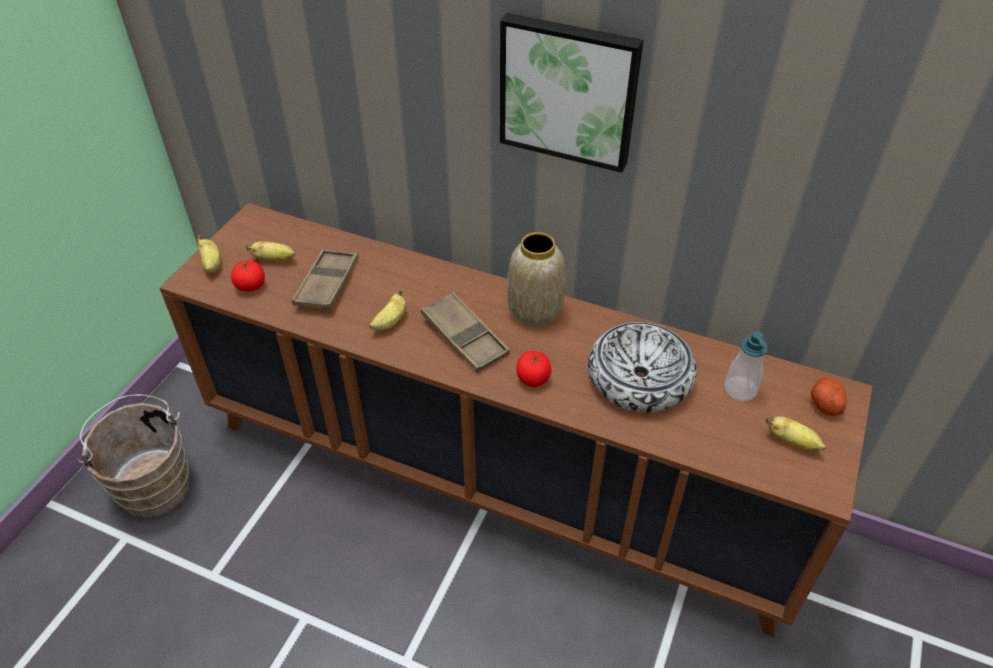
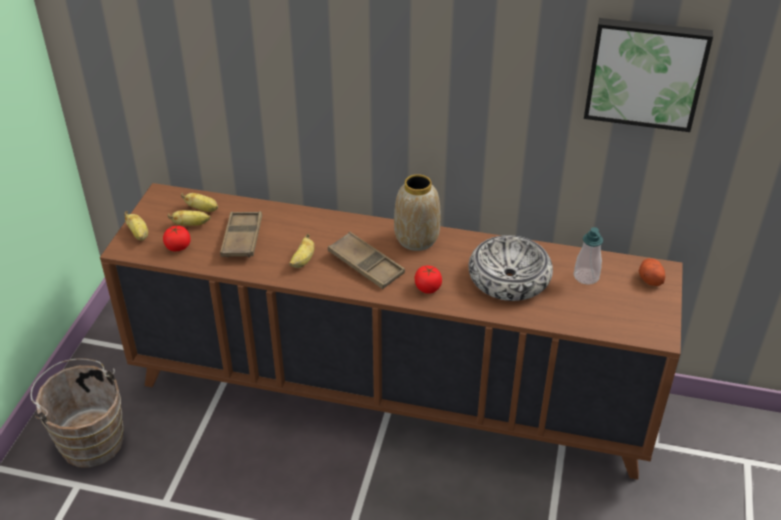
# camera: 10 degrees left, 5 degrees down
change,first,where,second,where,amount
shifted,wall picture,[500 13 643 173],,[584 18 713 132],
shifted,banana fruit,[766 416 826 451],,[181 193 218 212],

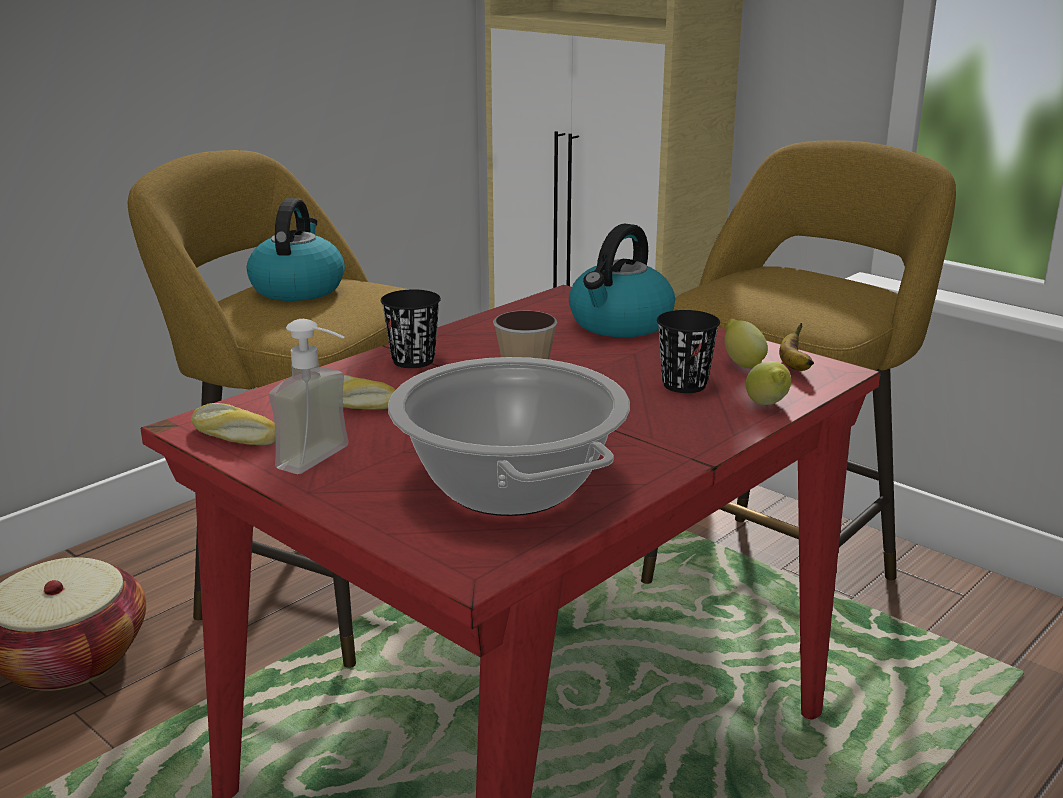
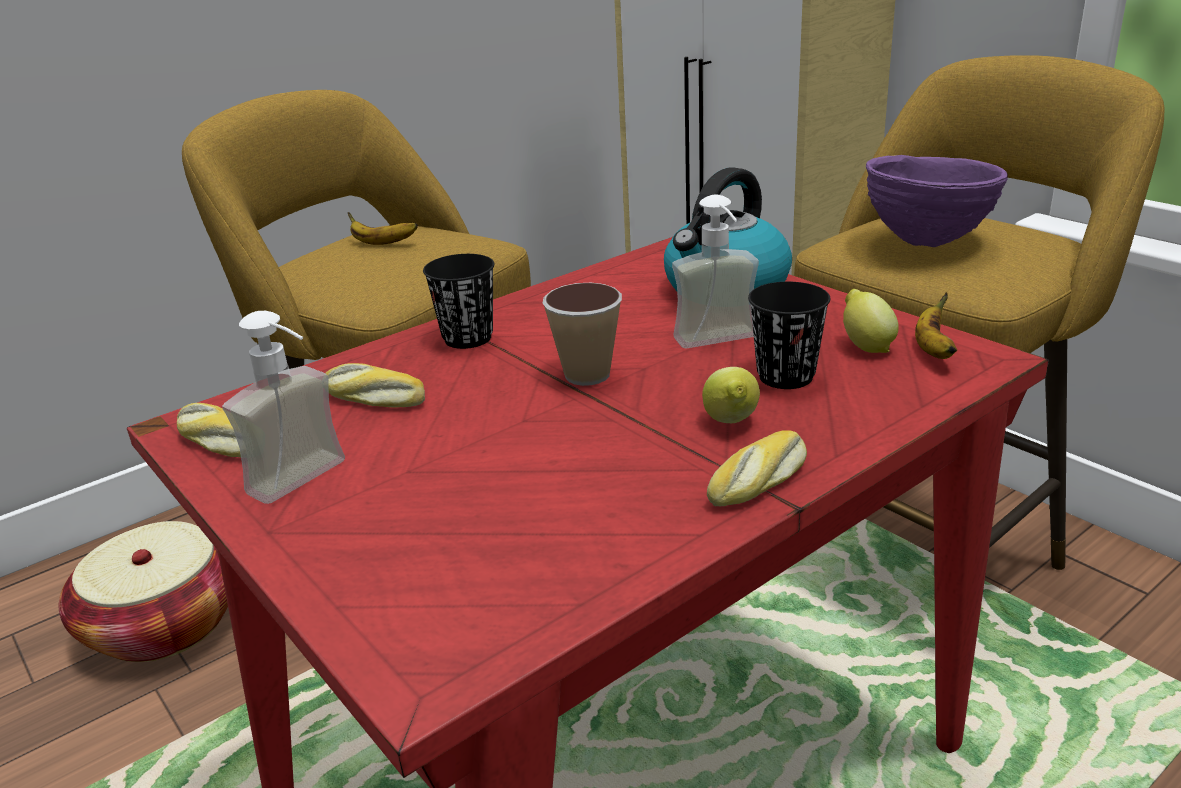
# camera: 10 degrees right, 5 degrees up
change,first,where,second,where,amount
swapped,tea kettle,[247 198 345 301],banana fruit,[348 212 418 245],
gone,saucepot,[388 357 630 516],,,
shifted,citrus fruit,[745 361 791 405],,[702 367 760 423],
new,,,soap dispenser,[672 195 759 349],
new,,,baked bread,[707 430 807 506],
new,,,purple-coloured deep dish,[866 155 1008 247],

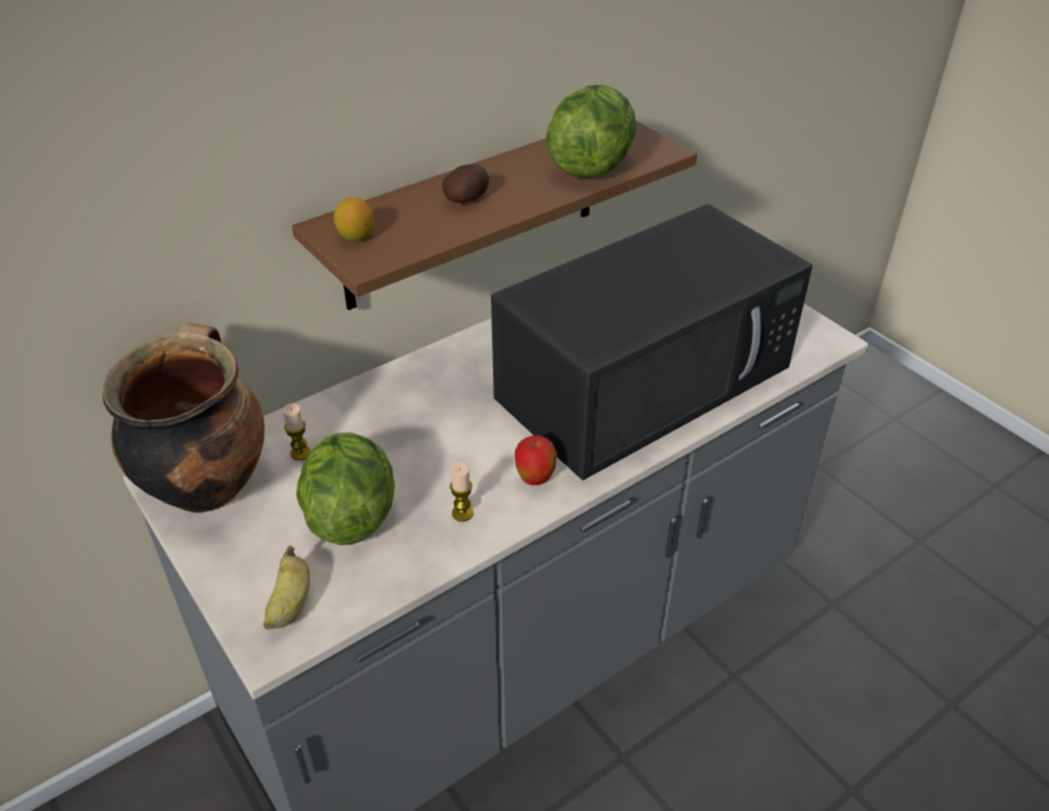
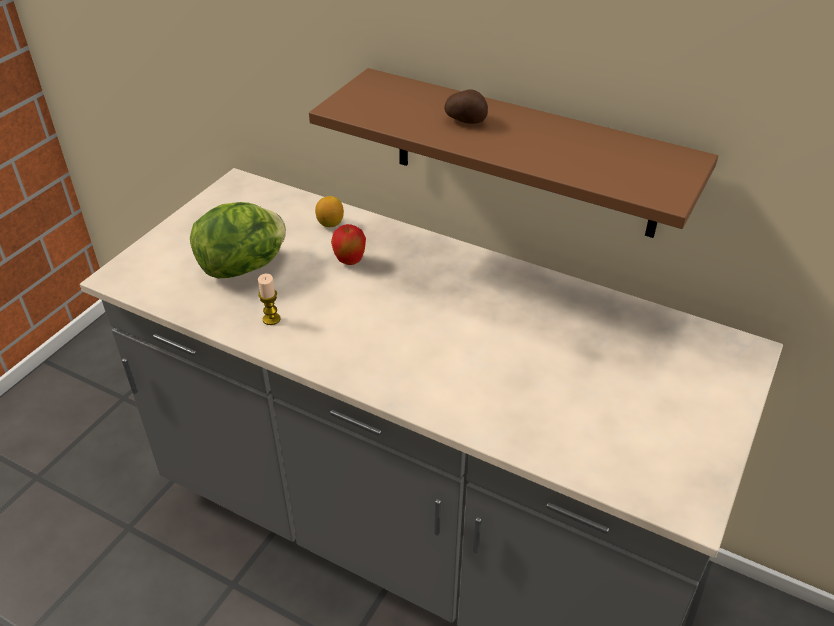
# camera: 65 degrees right, 0 degrees up
change,first,where,second,where,amount
gone,saucepot,[103 323 265 513],,,
gone,banana fruit,[263 546 310 629],,,
gone,wax candle,[283 403 311 461],,,
shifted,citrus fruit,[334 197 374 241],,[315 196 344 227],
gone,black-coloured microwave,[491 204 813 480],,,
shifted,apple fruit,[515 435 557 485],,[331 224 366 265],
gone,lettuce head,[546 85 636 178],,,

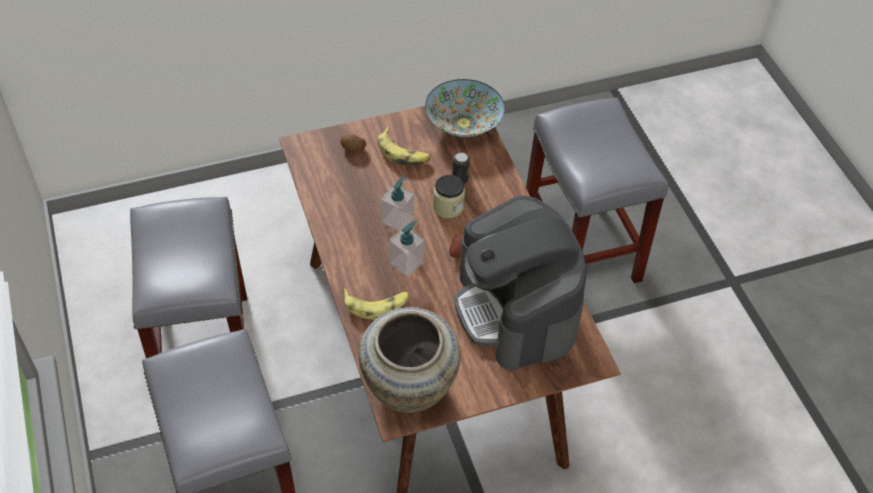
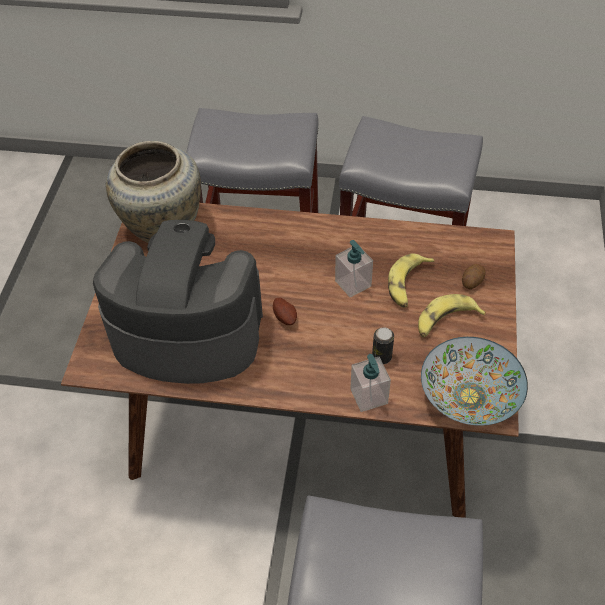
# camera: 120 degrees right, 0 degrees up
change,first,where,second,where,amount
shifted,banana fruit,[342 288 409 320],,[388 254 435 307],
shifted,soap dispenser,[389 221 425 276],,[350 354 391 412],
gone,storage jar,[433 175 465 218],,,

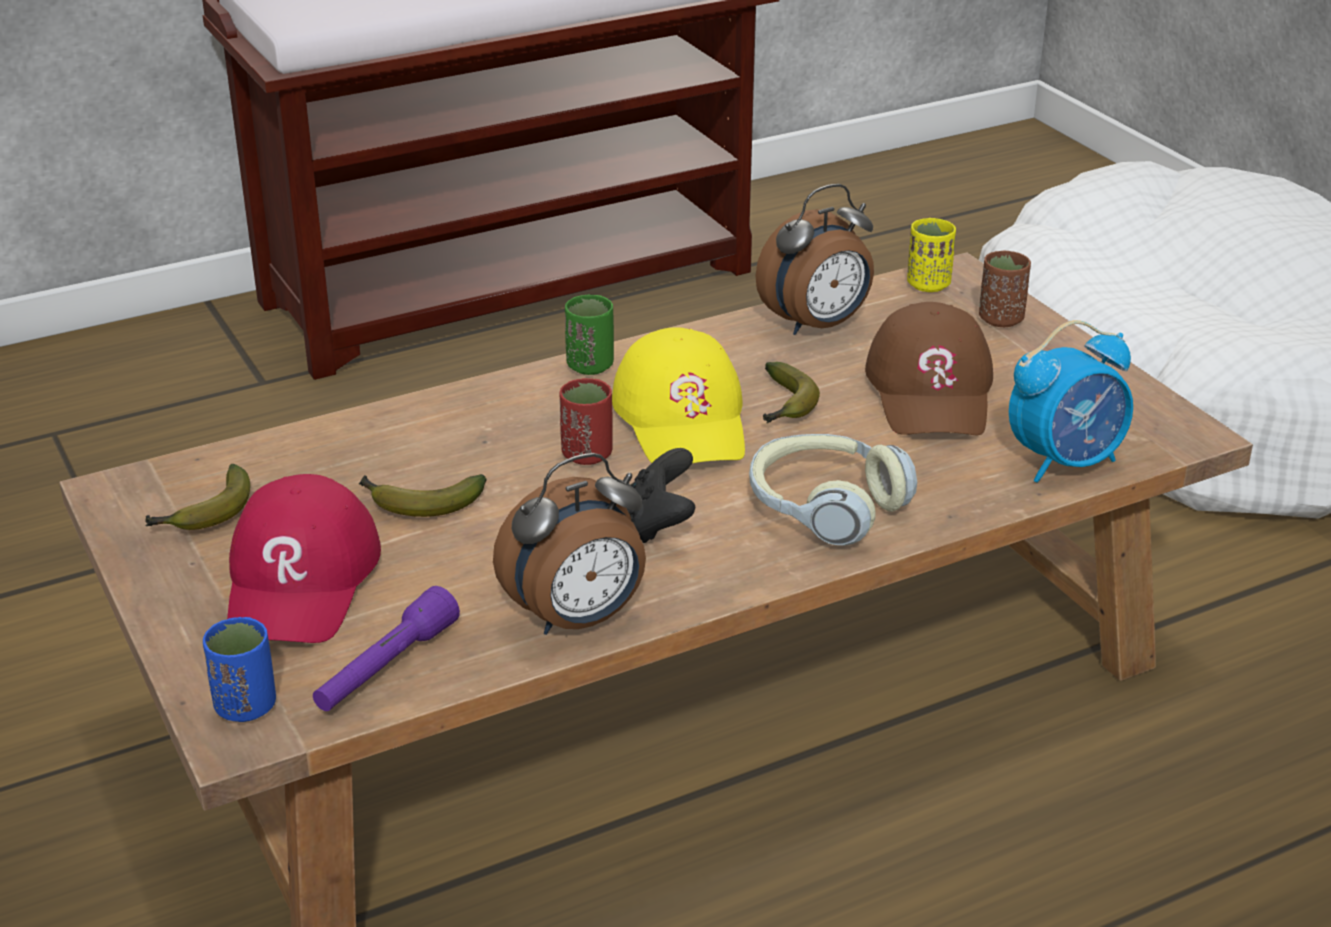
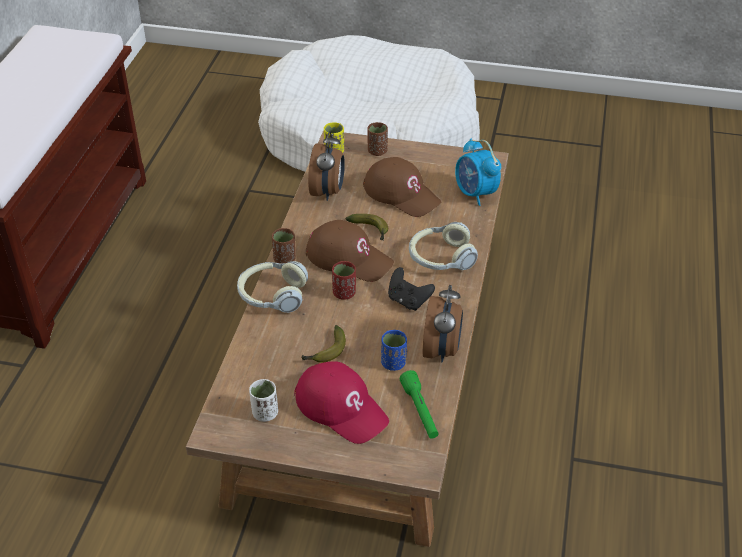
# camera: 50 degrees left, 10 degrees up
change,first,where,second,where,amount
swapped,banana fruit,[145 464 250 530],white-coloured drinking cup,[249 379 278 422],
shifted,bluish drinking cup,[203 617 276 722],,[381 330 407 371],
repainted,purple-coloured flashlight,[313 586 460 711],greenish flashlight,[400 370 439 439],
repainted,greenish drinking cup,[565 295 614 375],brownish drinking cup,[272 228 296 264],
repainted,yellow baseball cap,[612 327 745 463],brownish baseball cap,[306 220 394 282],
rotated,table clock,[1009 320 1133 483],,[455 138 501 206],135 degrees clockwise
new,,,pair of headphones,[237 261 308 313],

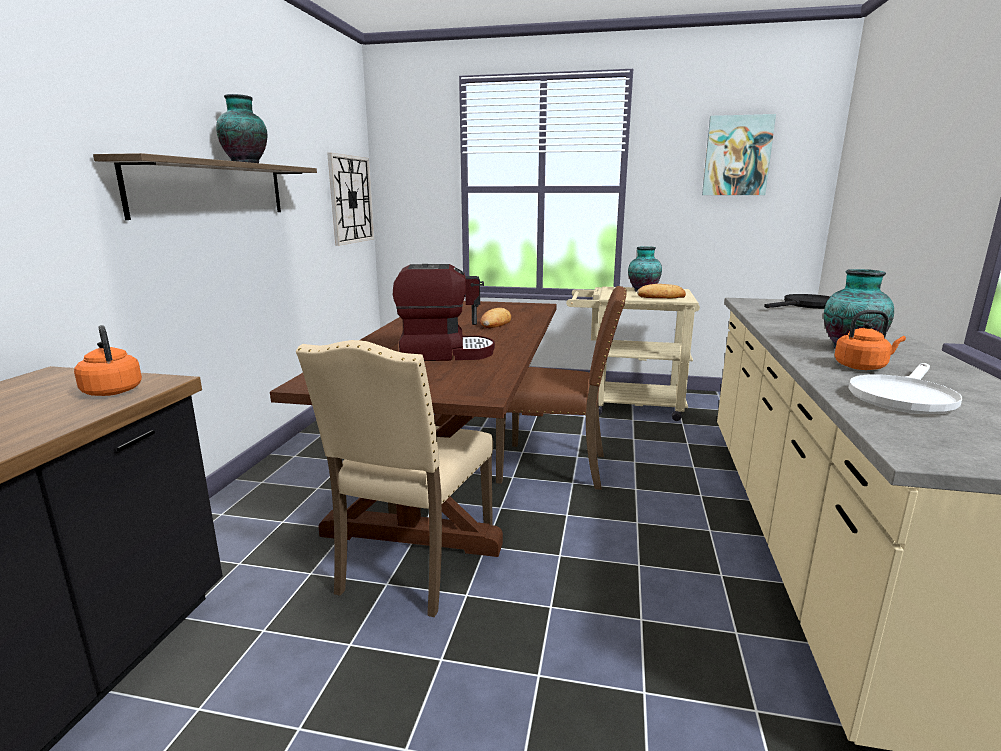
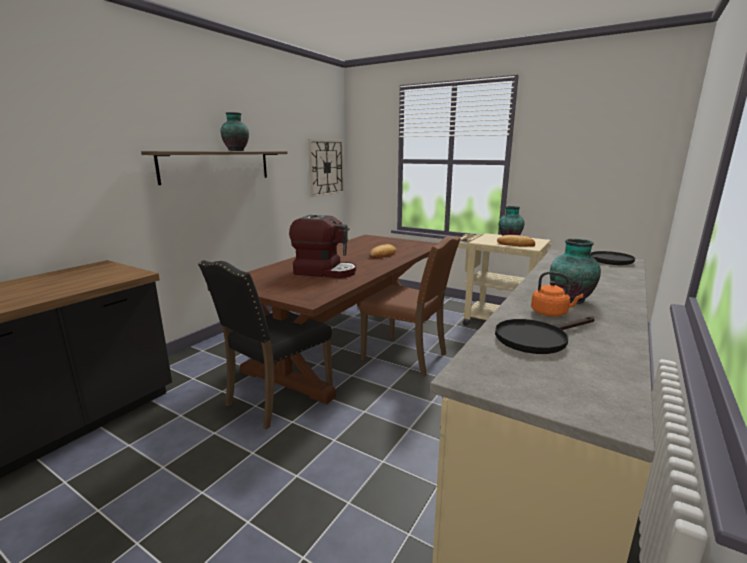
# camera: 20 degrees right, 0 degrees up
change,first,where,second,where,amount
gone,orangey tea kettle,[74 325 142 396],,,
repainted,beige-coloured chair,[296 340 493 617],black-coloured chair,[198 260 333 429],
gone,wall picture,[702 114 776 195],,,
repainted,white-coloured pan,[849 363 962 414],black-coloured pan,[495 317 595 354],

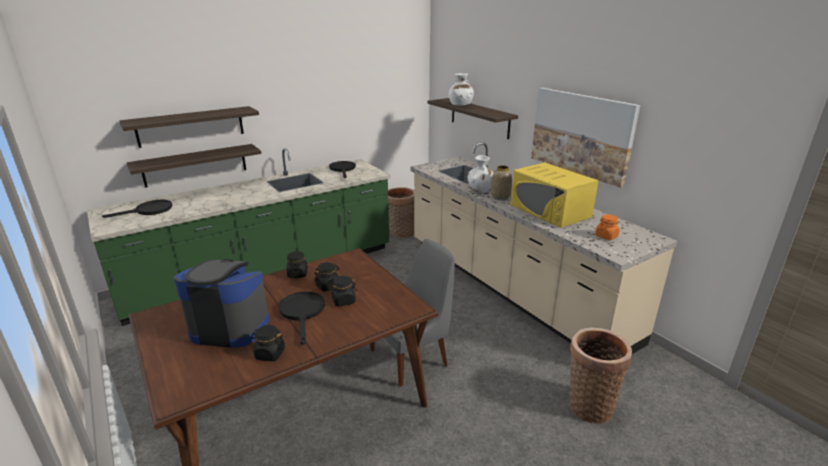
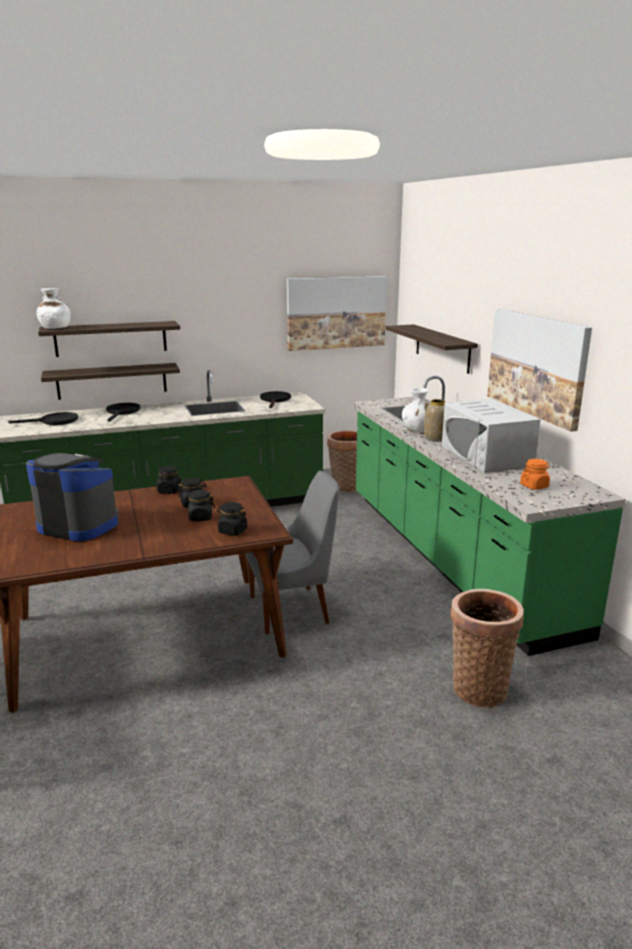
# camera: 15 degrees right, 5 degrees down
change,first,where,second,where,amount
shifted,black-coloured storage jar,[251 325 285 361],,[217 502 247 536],
shifted,black-coloured pan,[278 291 325 345],,[106 403 140 422],
repainted,beige-coloured counter,[411 142 677 354],greenish counter,[353 376 626 656],
shifted,white-coloured decorative vase,[448 73 474 106],,[37 288 71 329],
repainted,yellow microwave,[511 162 599 228],white-coloured microwave,[442 399 540 473],
new,,,wall picture,[287 276 387 351],

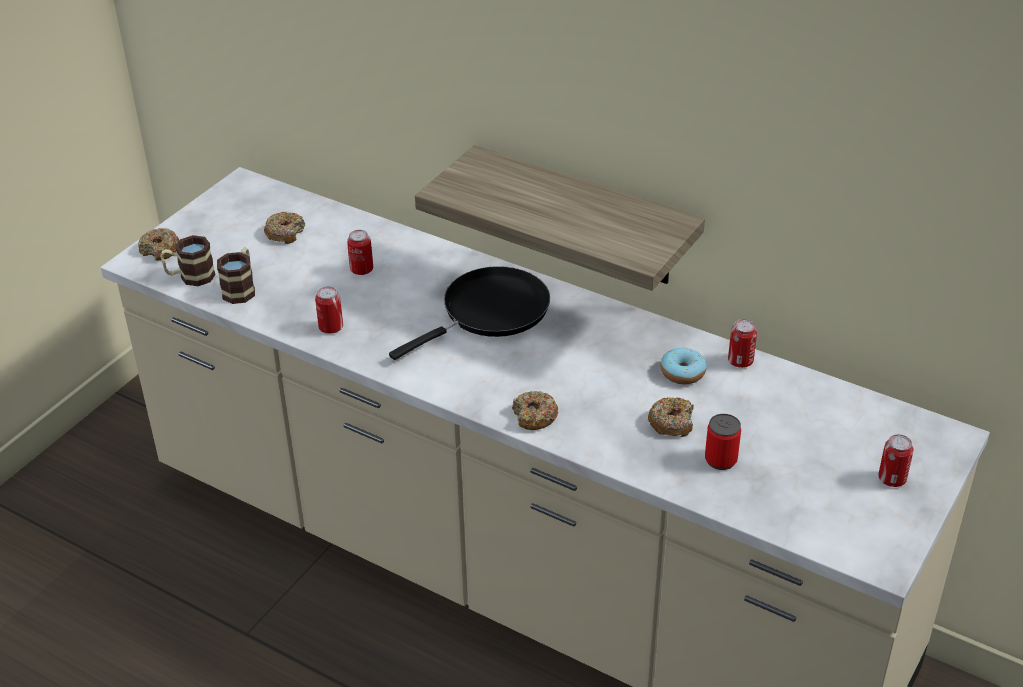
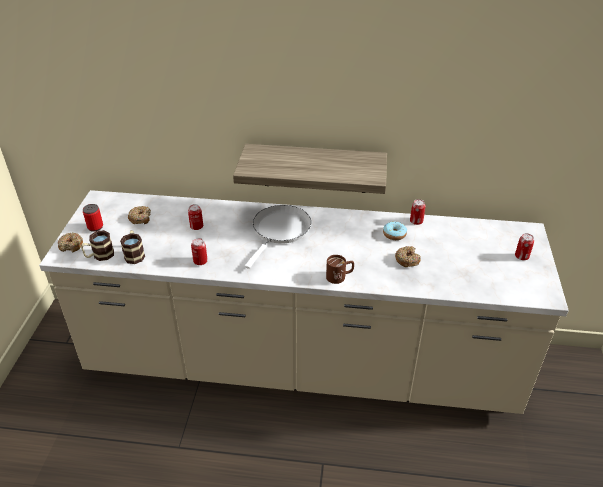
# camera: 25 degrees left, 0 degrees up
change,first,where,second,where,amount
repainted,black-coloured pan,[389 266 550 360],white-coloured pan,[245 205 311 269],
swapped,doughnut,[512 391 559 430],brownish tea mug,[326 255 354 284],
shifted,sealed can,[705 414 741 470],,[83 204 103 232],

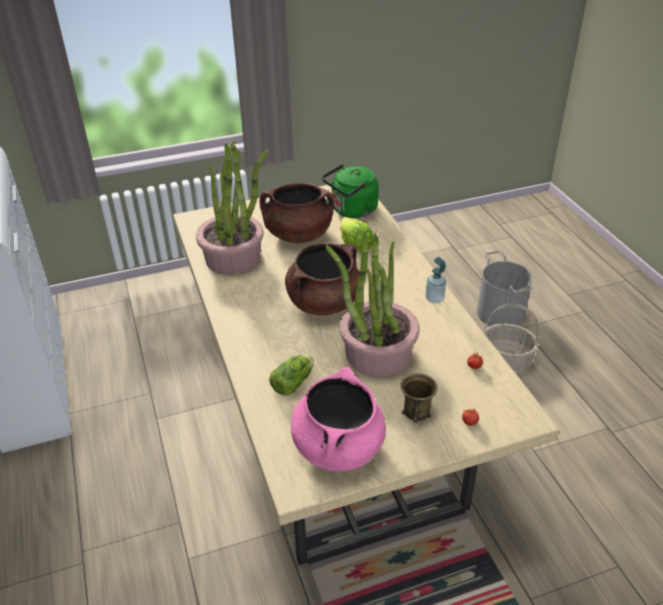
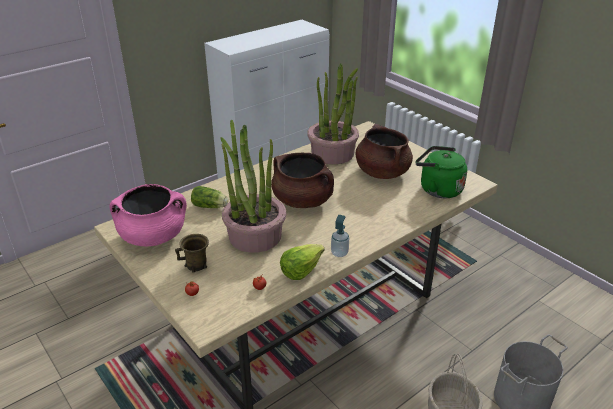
# camera: 70 degrees right, 5 degrees down
change,first,where,second,where,amount
shifted,lettuce head,[340 217 373 252],,[280 244 325 280],

